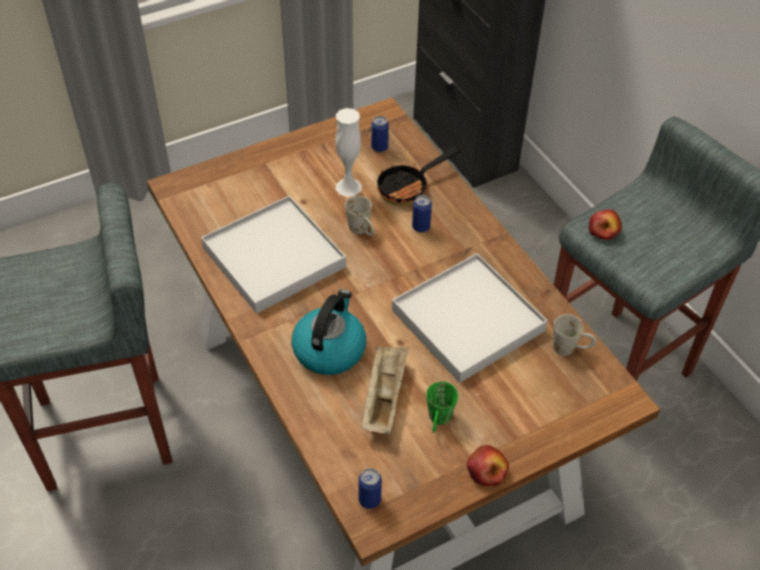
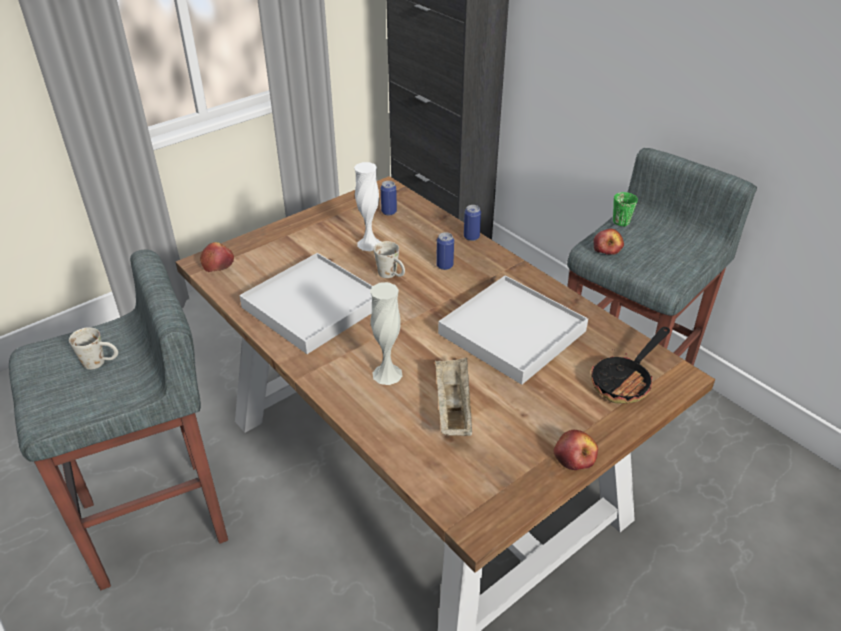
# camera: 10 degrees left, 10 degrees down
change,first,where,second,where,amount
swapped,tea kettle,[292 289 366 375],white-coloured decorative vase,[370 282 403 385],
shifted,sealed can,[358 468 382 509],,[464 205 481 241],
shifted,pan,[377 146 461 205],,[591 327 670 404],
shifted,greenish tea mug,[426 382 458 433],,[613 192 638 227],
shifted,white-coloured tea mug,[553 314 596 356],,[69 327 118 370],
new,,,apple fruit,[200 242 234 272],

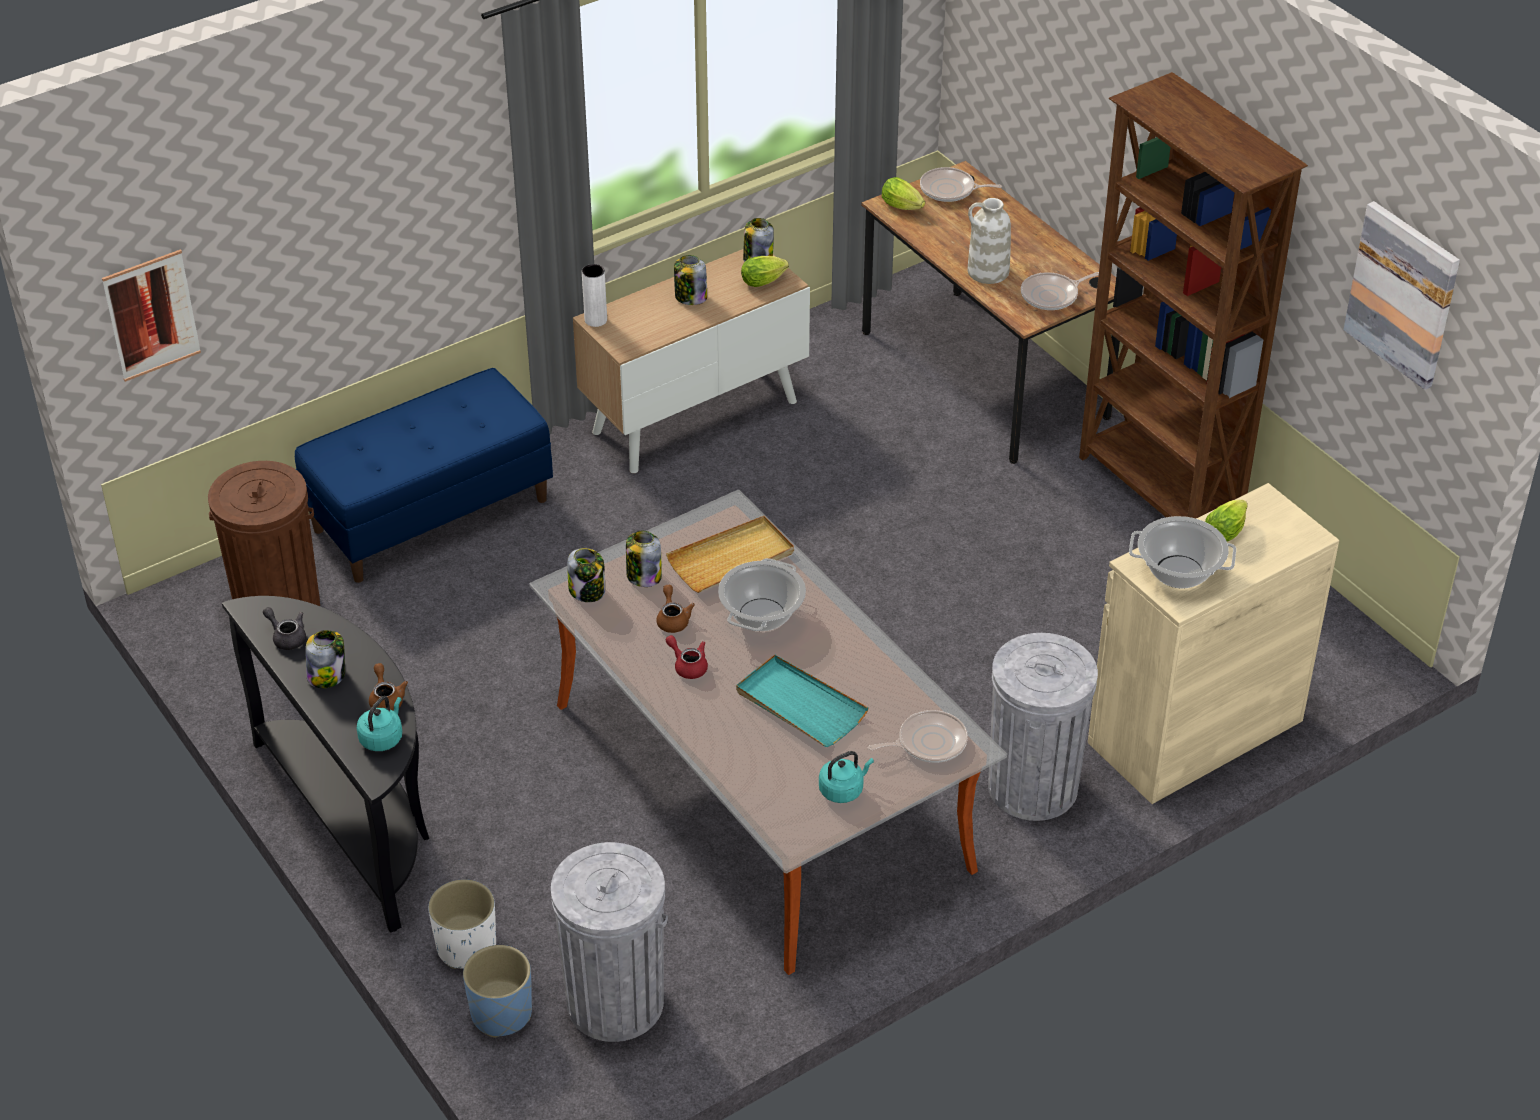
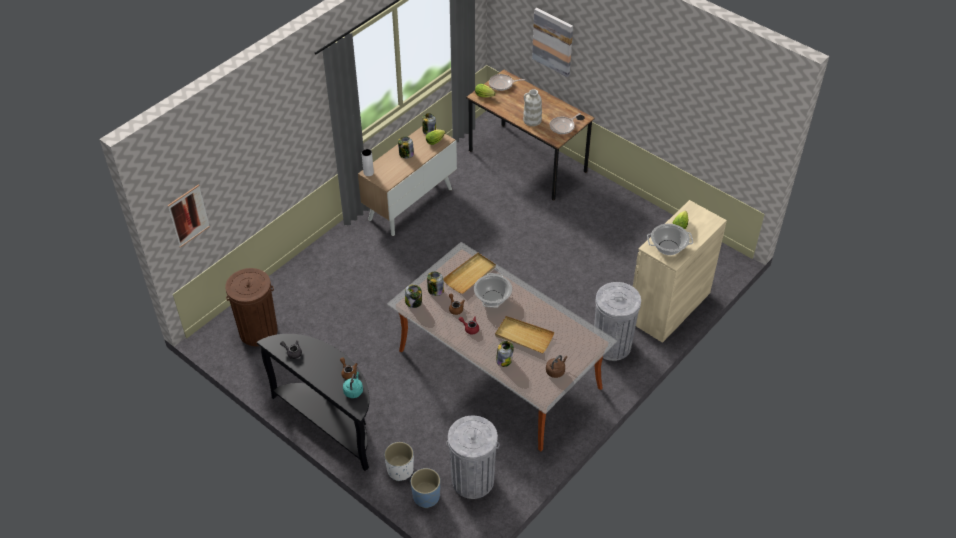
# camera: 15 degrees left, 5 degrees up
change,first,where,second,where,amount
gone,bluish indoor bench,[295 368 553 583],,,
shifted,storage jar,[306 630 345 688],,[496 341 514 367],
repainted,turquoise carrying tray,[736 655 869 747],beige-coloured carrying tray,[495 316 555 354],
repainted,turquoise tea kettle,[819 751 874 803],brownish tea kettle,[546 355 567 378],
gone,pan,[868 710 968 763],,,
gone,brownish bookcase,[1079 72 1308 518],,,
shifted,wall picture,[1343 201 1460 390],,[532 8 573 77],

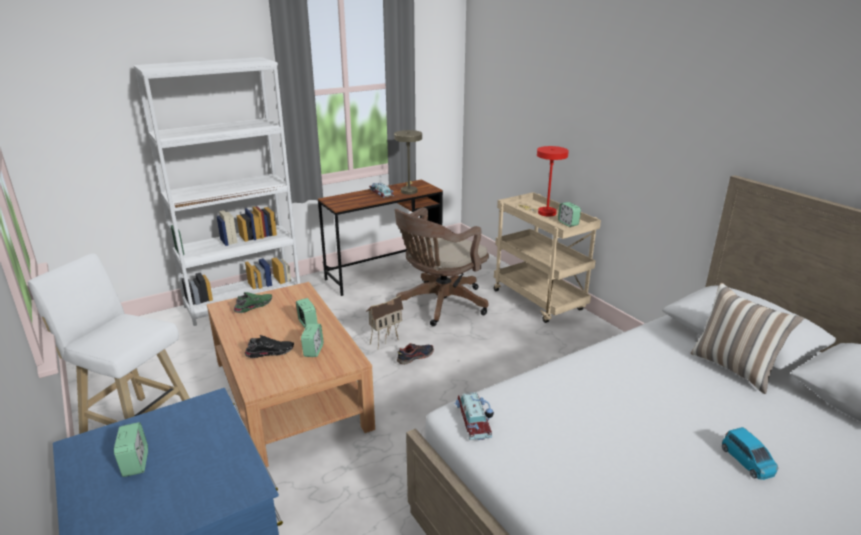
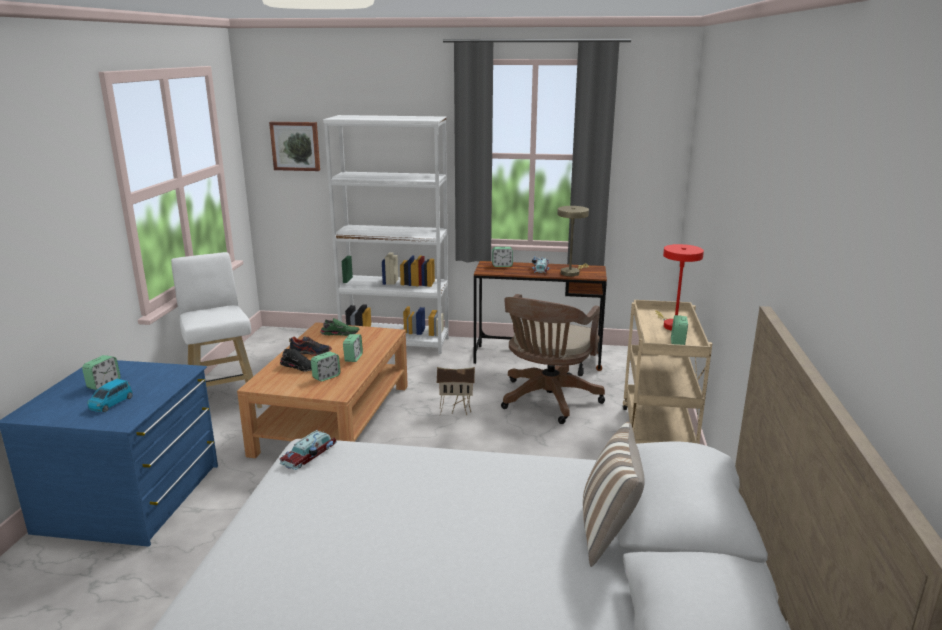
# camera: 40 degrees right, 5 degrees down
change,first,where,second,where,amount
rotated,brownish desk chair,[394 207 489 326],,[501 294 605 424],60 degrees counterclockwise
shifted,item of footwear,[397 343 434 365],,[289 336 332 356],
shifted,bluish toy car,[722 427 778 480],,[87 379 132 412],
new,,,wall picture,[269 122 320 171],
new,,,table clock,[492 247 513 267],

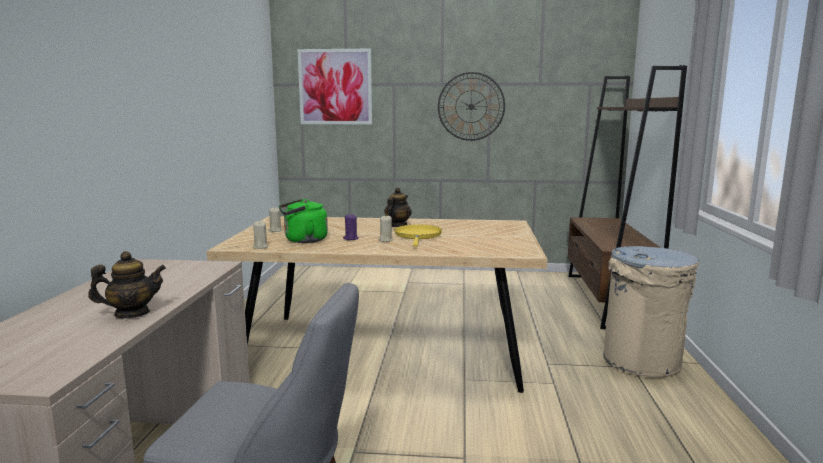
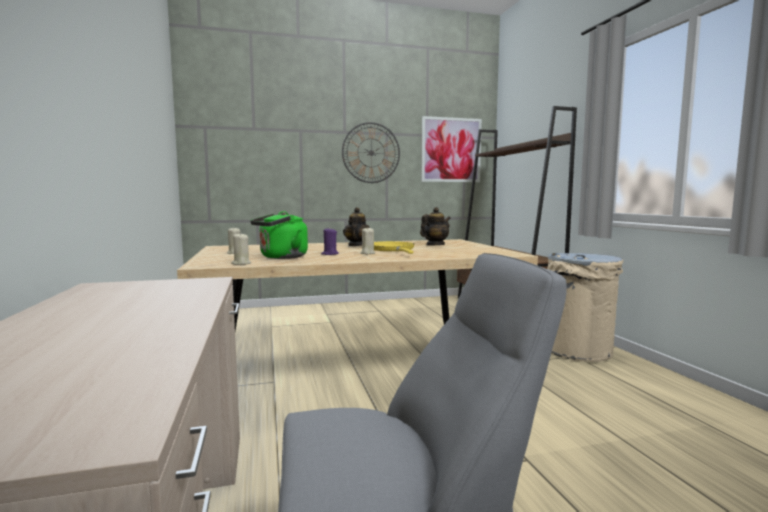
# camera: 20 degrees left, 5 degrees down
change,first,where,second,where,amount
shifted,teapot,[88 251 166 318],,[420 207 451 245],
shifted,wall picture,[297 49 372 124],,[421 116 482 182],

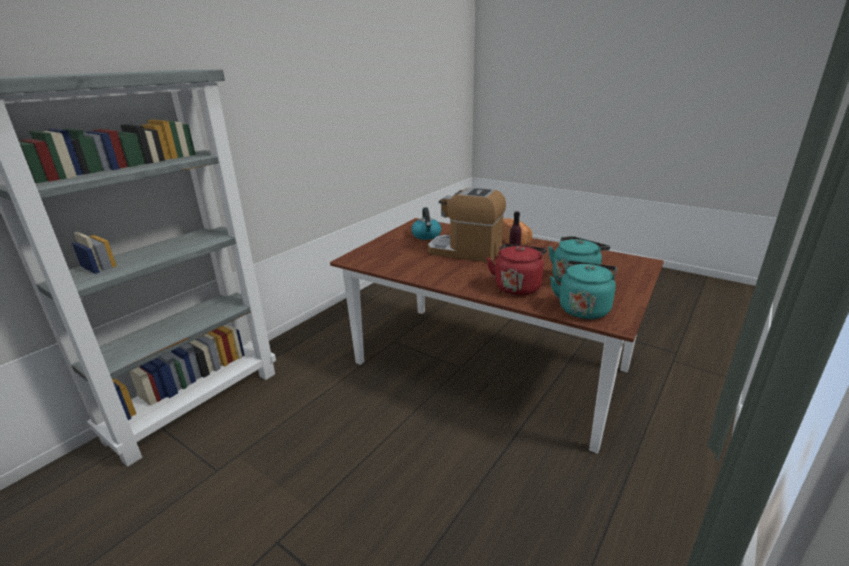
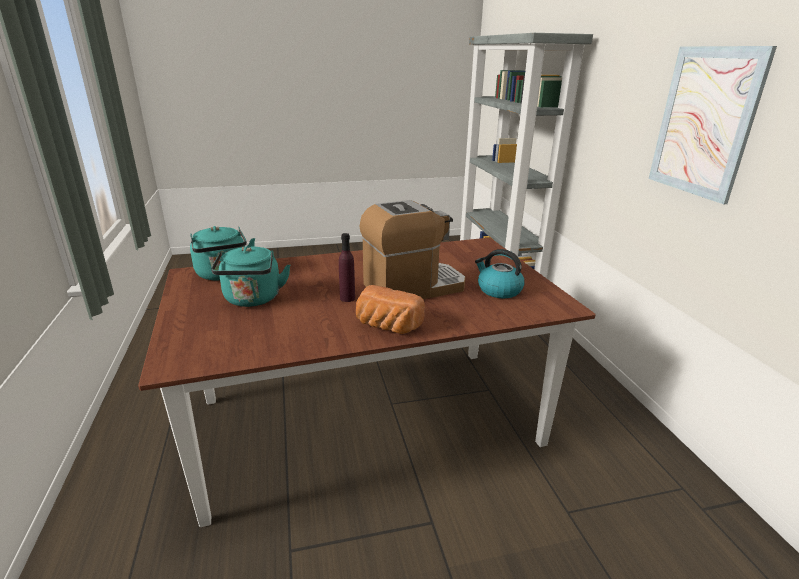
# camera: 130 degrees right, 0 degrees up
change,first,where,second,where,amount
gone,red tea kettle,[486 244 547 296],,,
new,,,wall picture,[649 46 777 204],

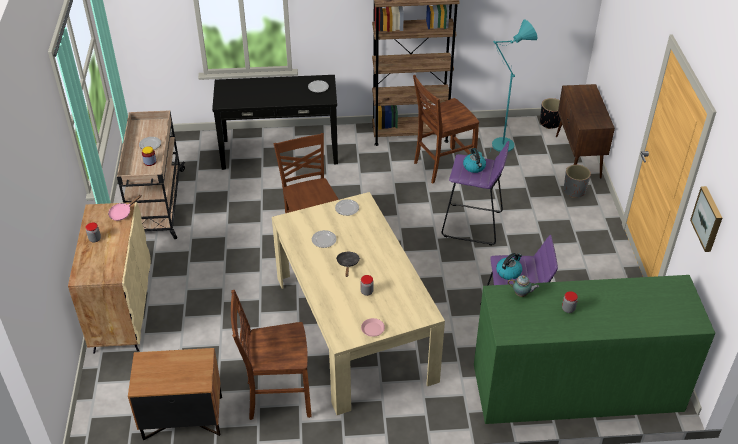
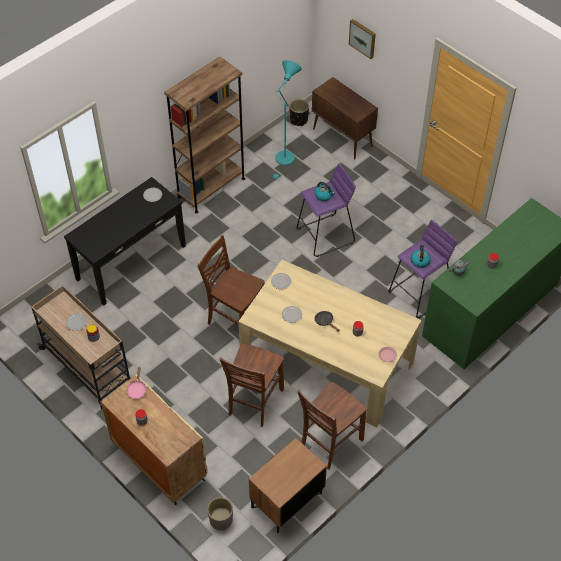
# camera: 40 degrees left, 10 degrees up
change,first,where,second,where,amount
shifted,brownish chair,[413 75 479 183],,[219 343 284 427],
shifted,greyish plant pot,[564 165 591 198],,[207 497 233 530],
shifted,wall picture,[690 186 722 252],,[349 19 376 59],

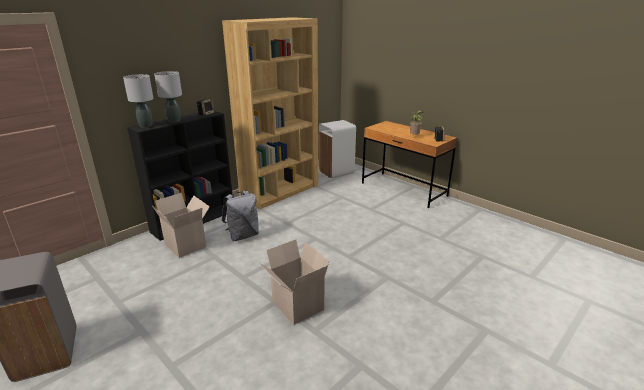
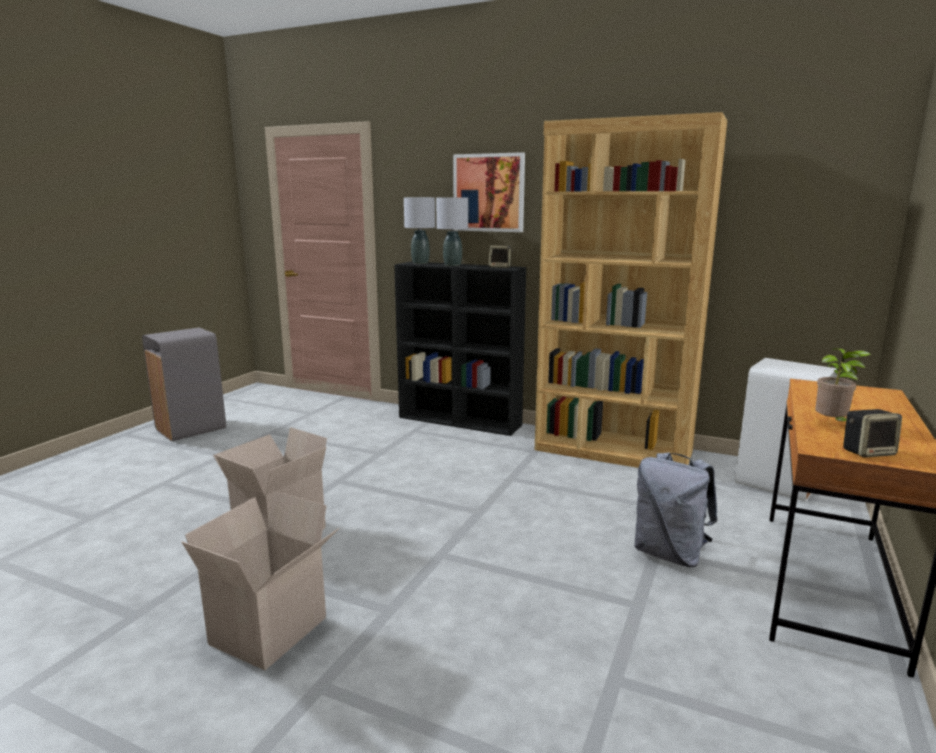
# camera: 70 degrees right, 10 degrees down
change,first,where,second,where,amount
shifted,carton,[153 193 210 258],,[182 491 339 670],
shifted,greyish knapsack,[222 191 259 241],,[634 452 717 567],
new,,,wall picture,[453 152 525 232],

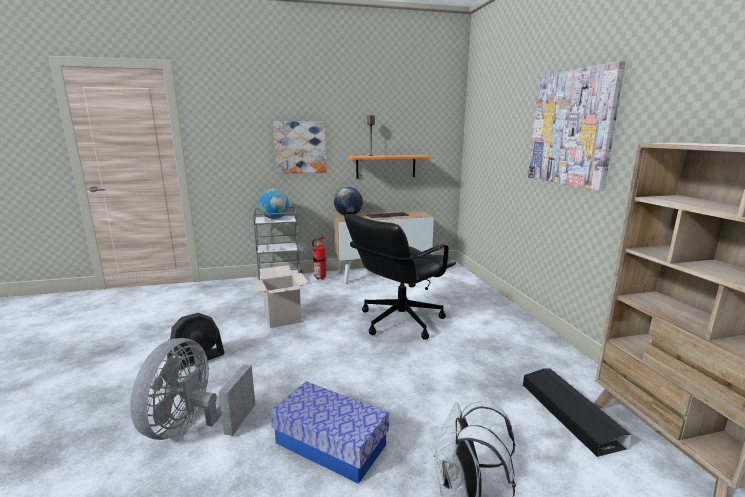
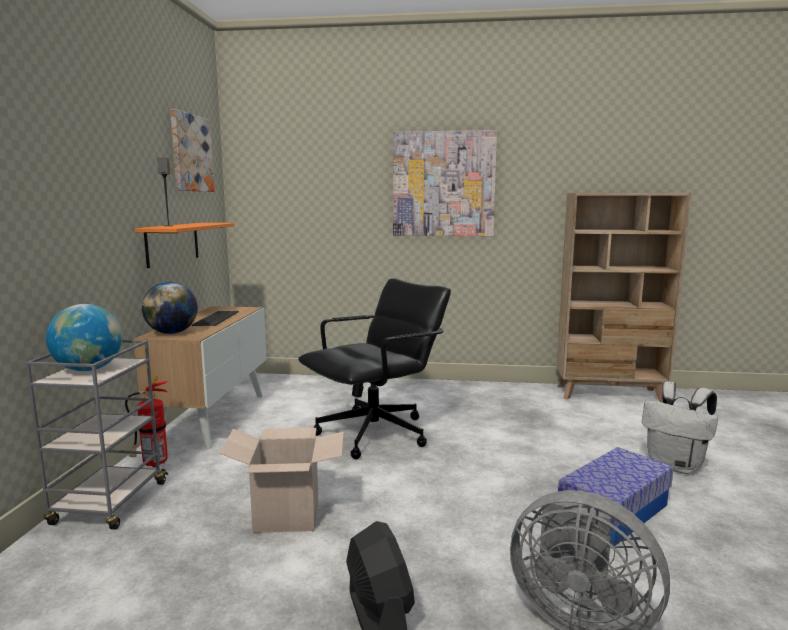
# camera: 70 degrees left, 5 degrees down
change,first,where,second,where,amount
shifted,wall picture,[273 121 327 174],,[170 109 215 192],
rotated,black-coloured desk chair,[344 214 456 340],,[298 278 451 459],105 degrees counterclockwise
gone,black-coloured storage container,[522 369 632 457],,,

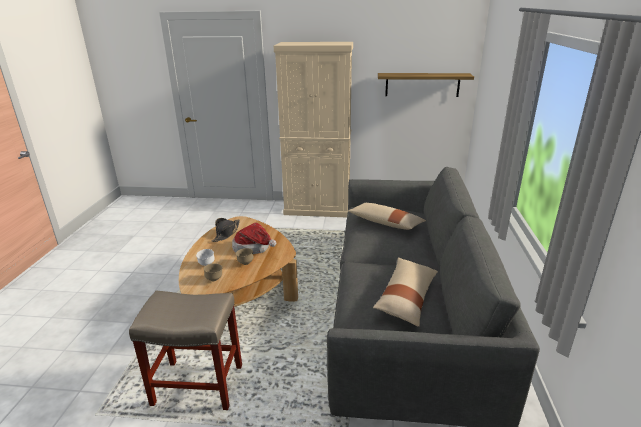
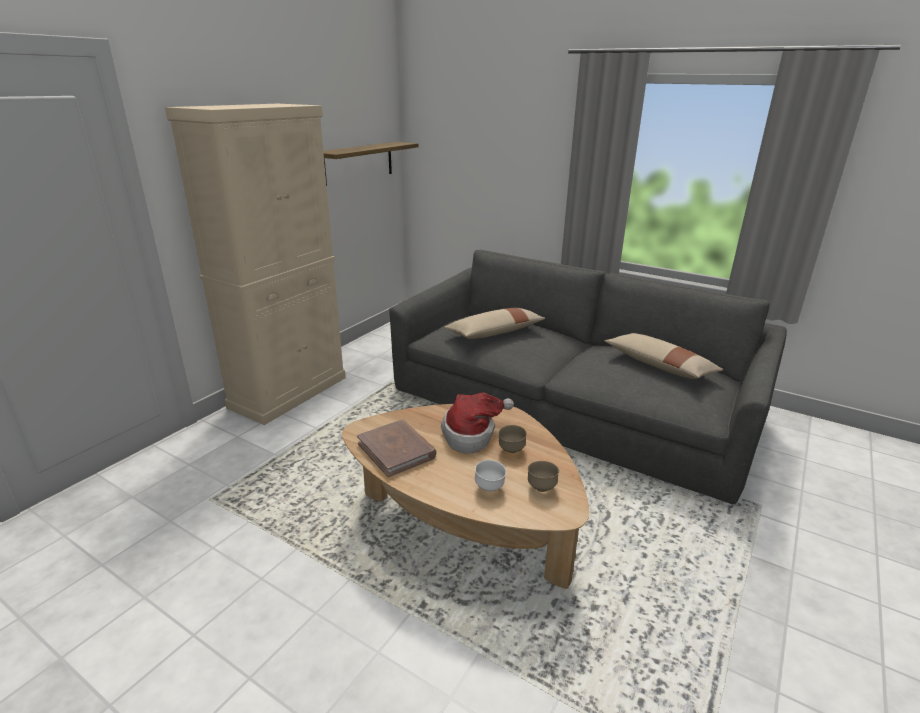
# camera: 65 degrees left, 0 degrees up
change,first,where,second,where,amount
gone,beige-coloured sitting stool,[129 291 242 410],,,
swapped,black-coloured clothing hat,[212 218 240 242],brownish volume,[357 419 436 477],

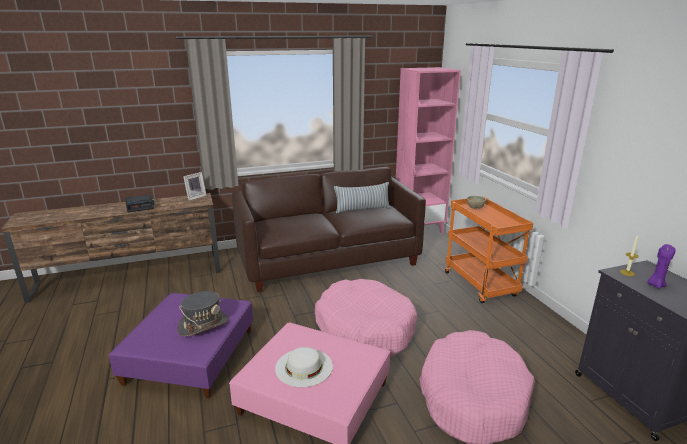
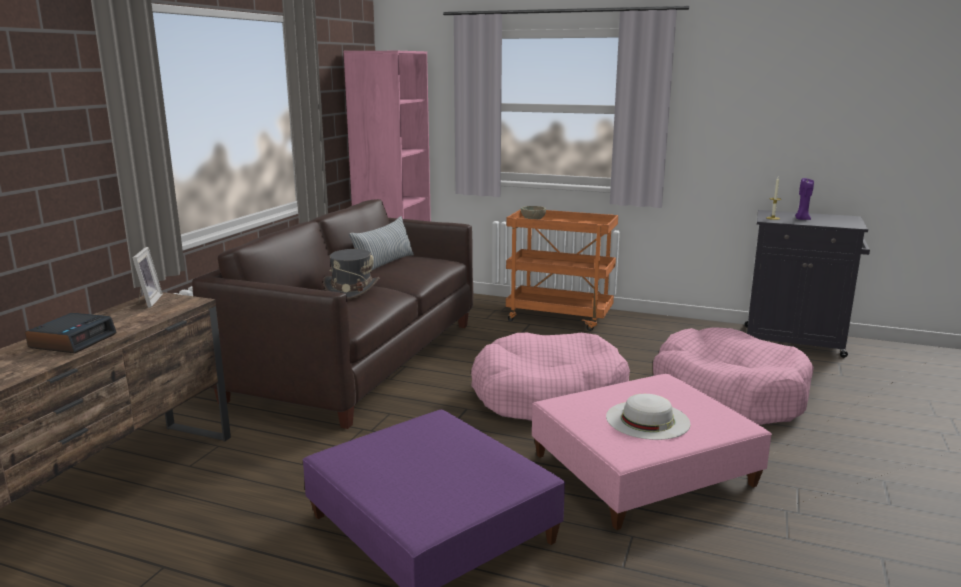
# camera: 50 degrees left, 5 degrees down
change,first,where,second,where,amount
shifted,greyish clothing hat,[178 291 229 336],,[323 249 379 299],

